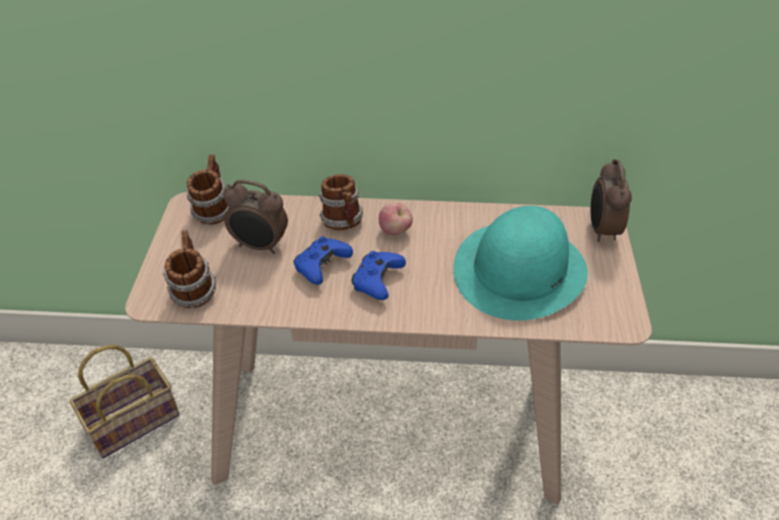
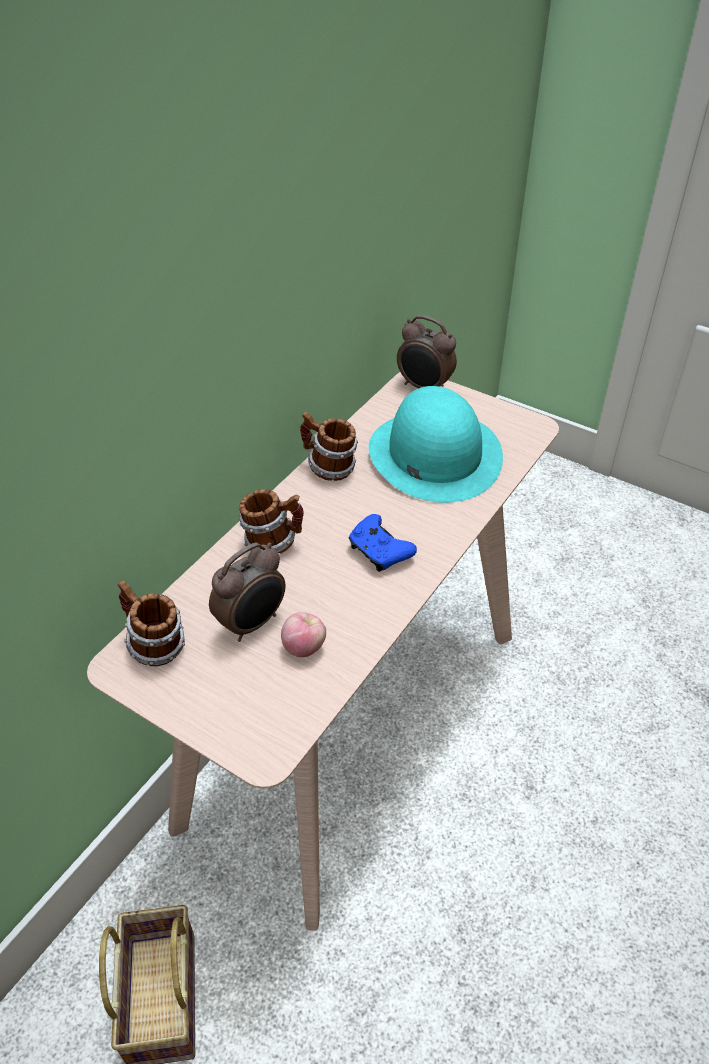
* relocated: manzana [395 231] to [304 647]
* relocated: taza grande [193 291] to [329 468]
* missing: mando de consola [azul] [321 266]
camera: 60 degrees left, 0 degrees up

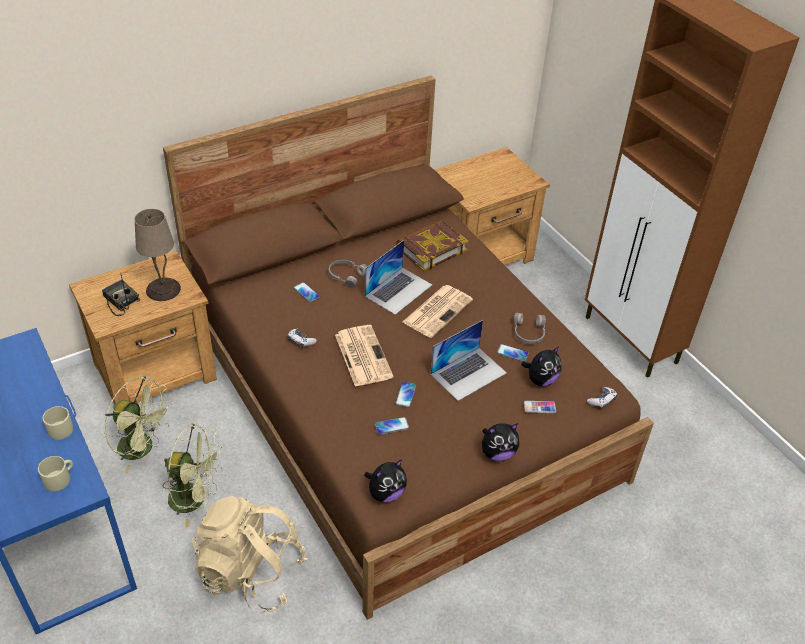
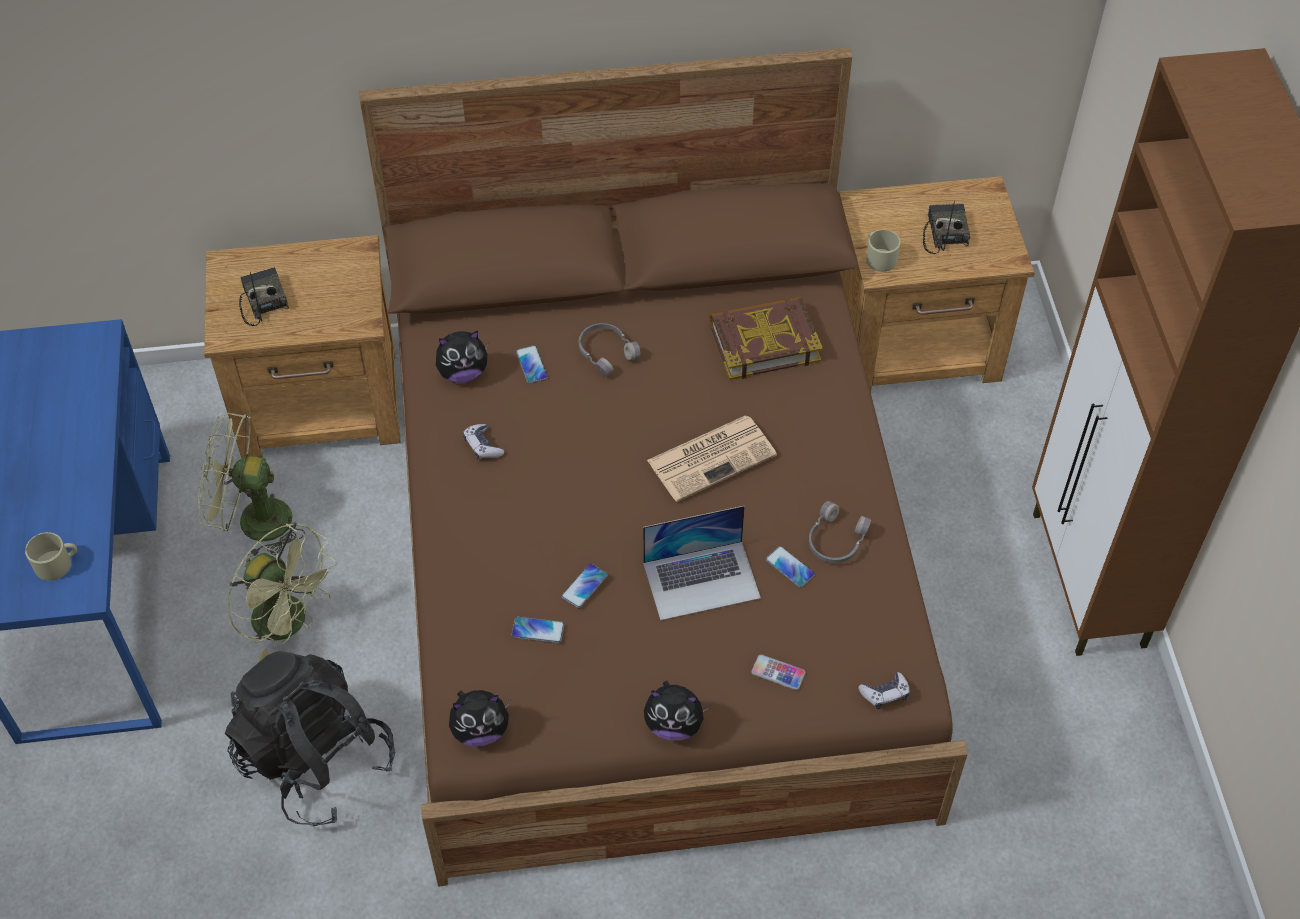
* missing: lámpara de mesa [beis] [163 290]
* missing: portátil [398 290]
* missing: periódico [362 355]
* relocated: peluche [540 380] to [463 373]
* spun: ventilador [verde] [143 449] = [253 521] 135 degrees clockwise
* relocated: taza grande [beis] [58 428] to [879 257]
* colour: mochila [beis] [251 573] to mochila [negro] [315 760]
* appeared: radio [943 233]
camera: 25 degrees right, 10 degrees up

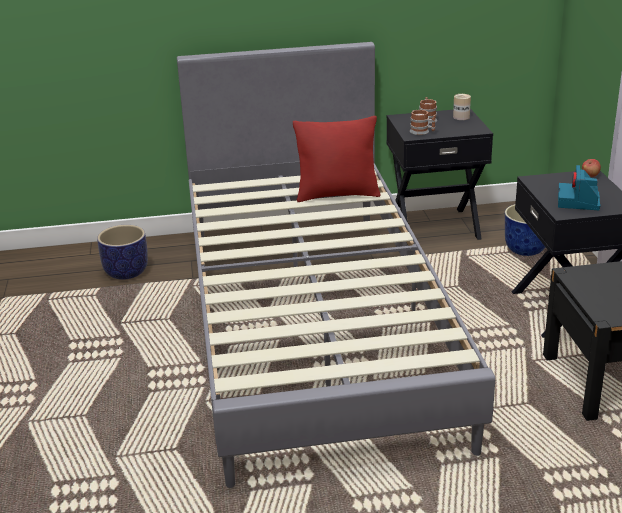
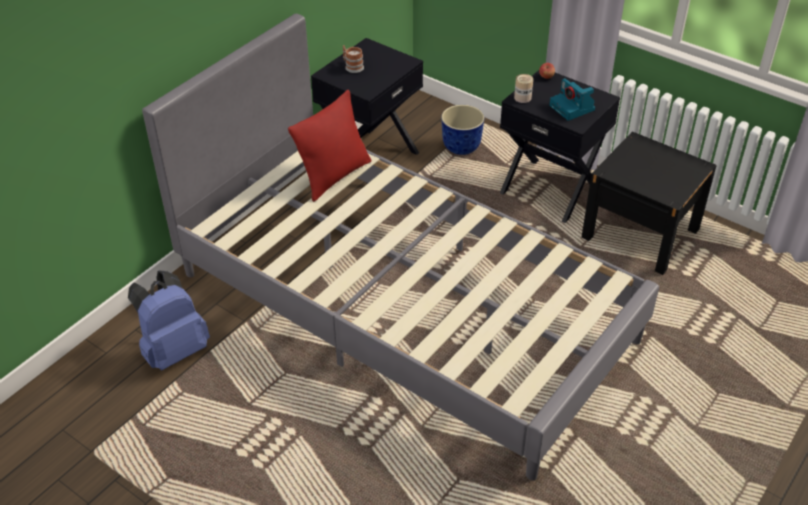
* relocated: lata [461 117] to [522 98]
* missing: taza grande [422 132]
* exchanged: maceta [127 272] to mochila [azul] [174 350]
camera: 45 degrees left, 15 degrees up

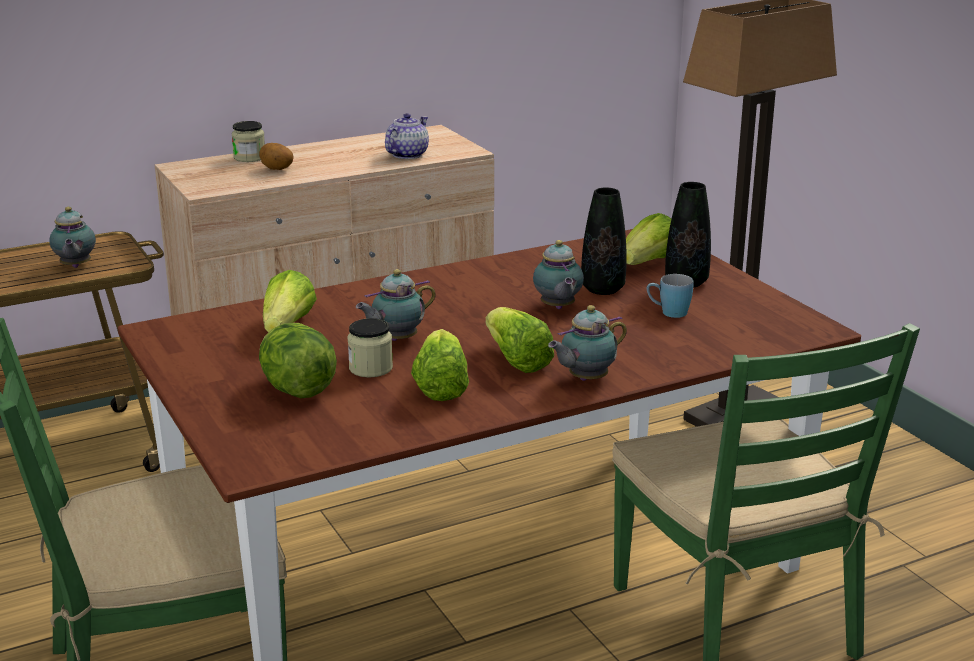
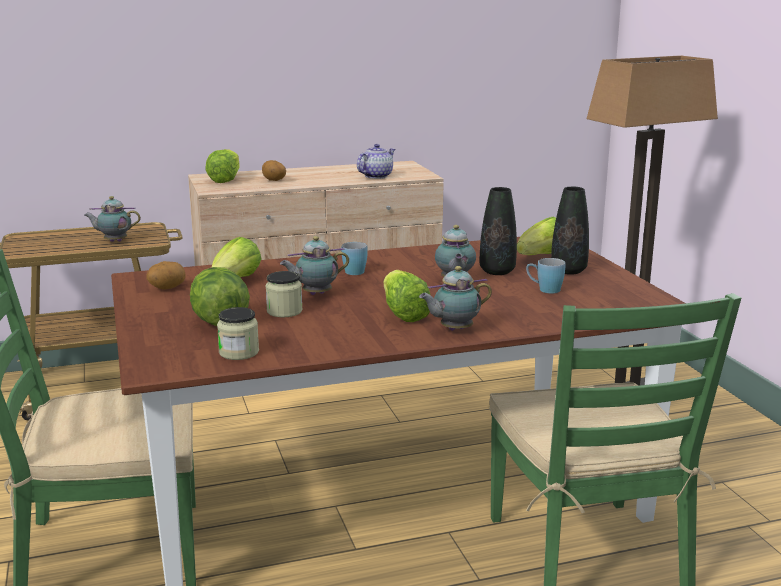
* relocated: tarro [249 157] to [239 352]
* spun: tetera [75 266] = [114 241] 90 degrees clockwise
* relocated: lechuga [441 386] to [225 179]
* appeared: taza grande [azul] [354 270]
* appeared: patata [167 288]
camera: 10 degrees right, 5 degrees down

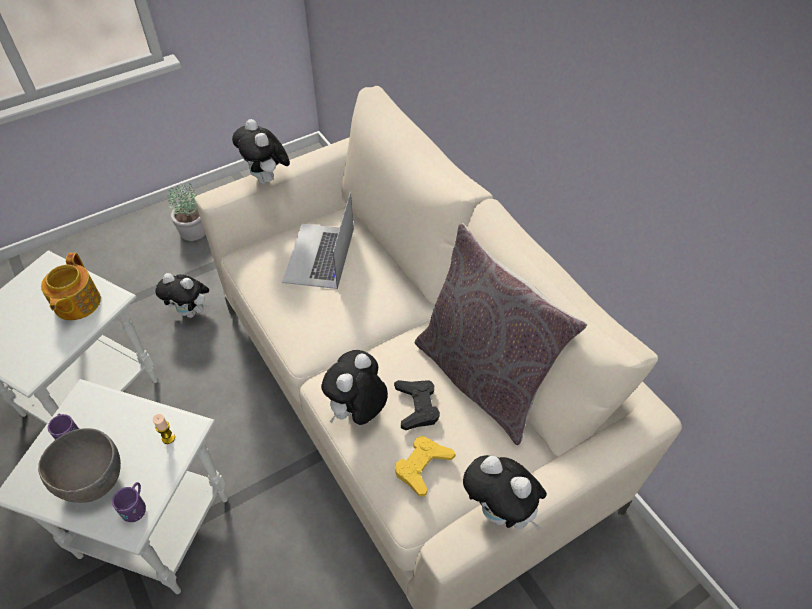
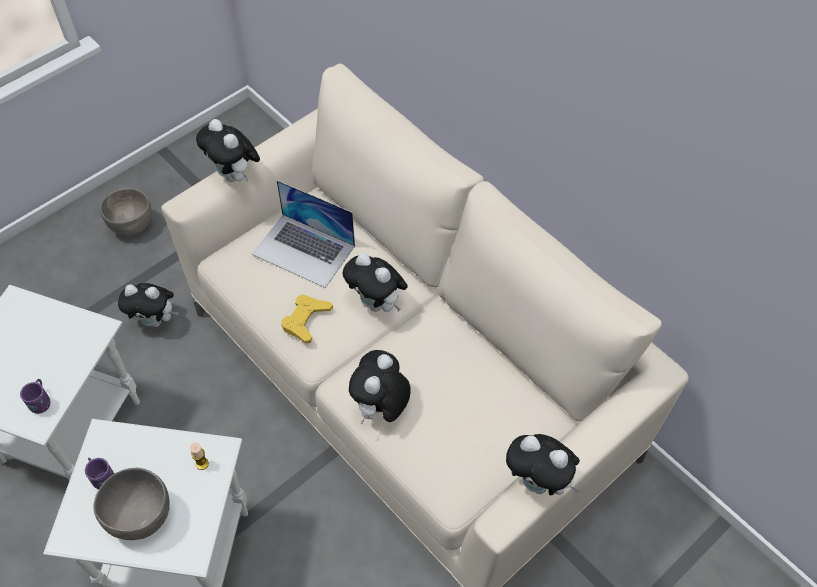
* exchanged: planta en maceta [194 231] to cuenco [gris] [132 226]
* spun: portátil [319 255] = [304 250] 60 degrees counterclockwise
* missing: cojín [gris] [483 378]
* missing: tetera [76 304]
* missing: mando de consola [negro] [417 406]
* relocated: mando de consola [amarillo] [422 466] to [306 320]
* relocated: taza grande [morado] [136 508] to [41 402]
* appeared: peluche [377 304]
camera: 10 degrees left, 5 degrees up

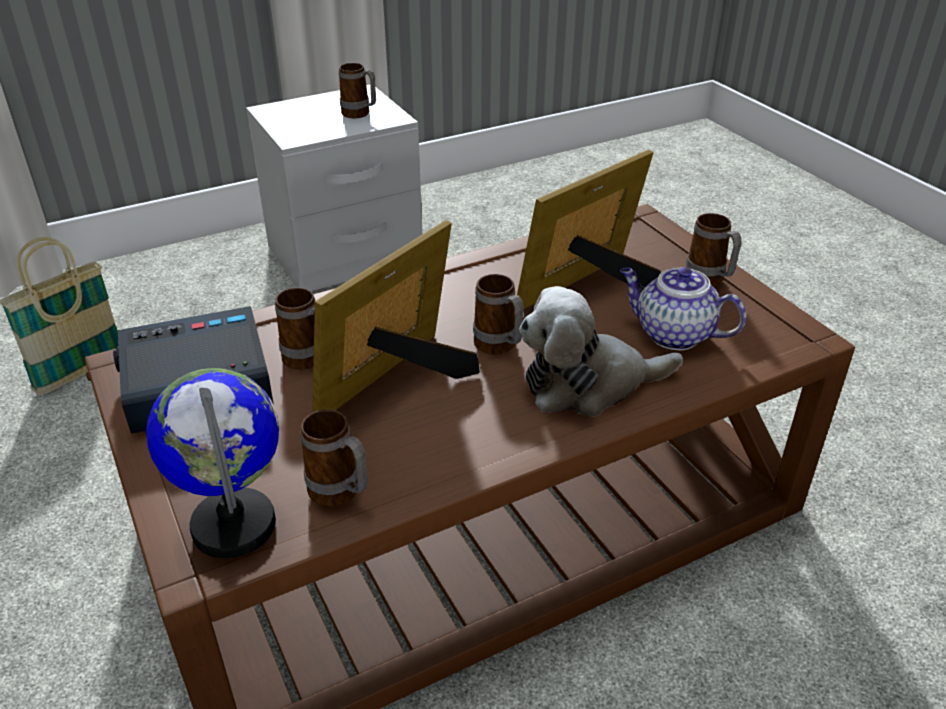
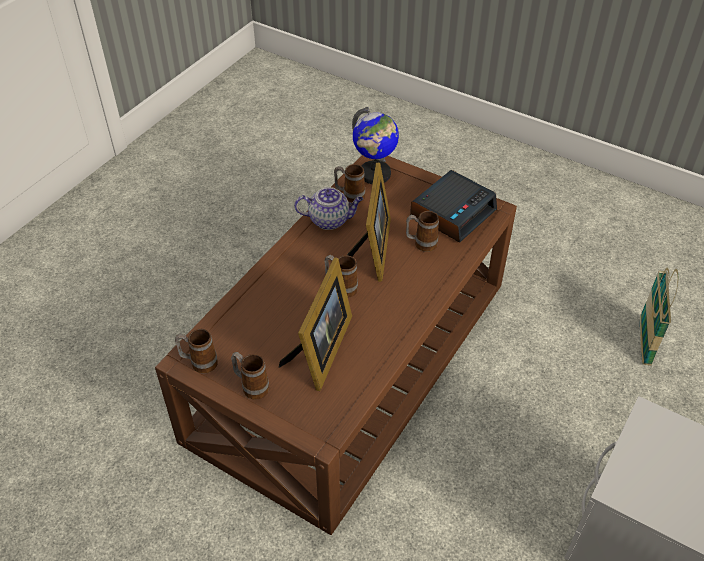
* relocated: taza grande [360 114] to [199 363]
* relocated: tetera [672 334] to [330 220]
* missing: peluche [588 384]
camera: 150 degrees right, 10 degrees up

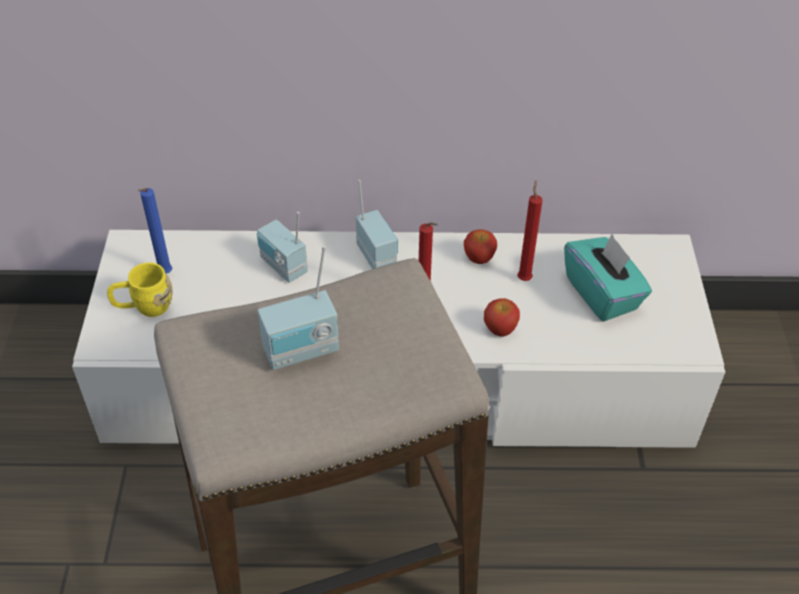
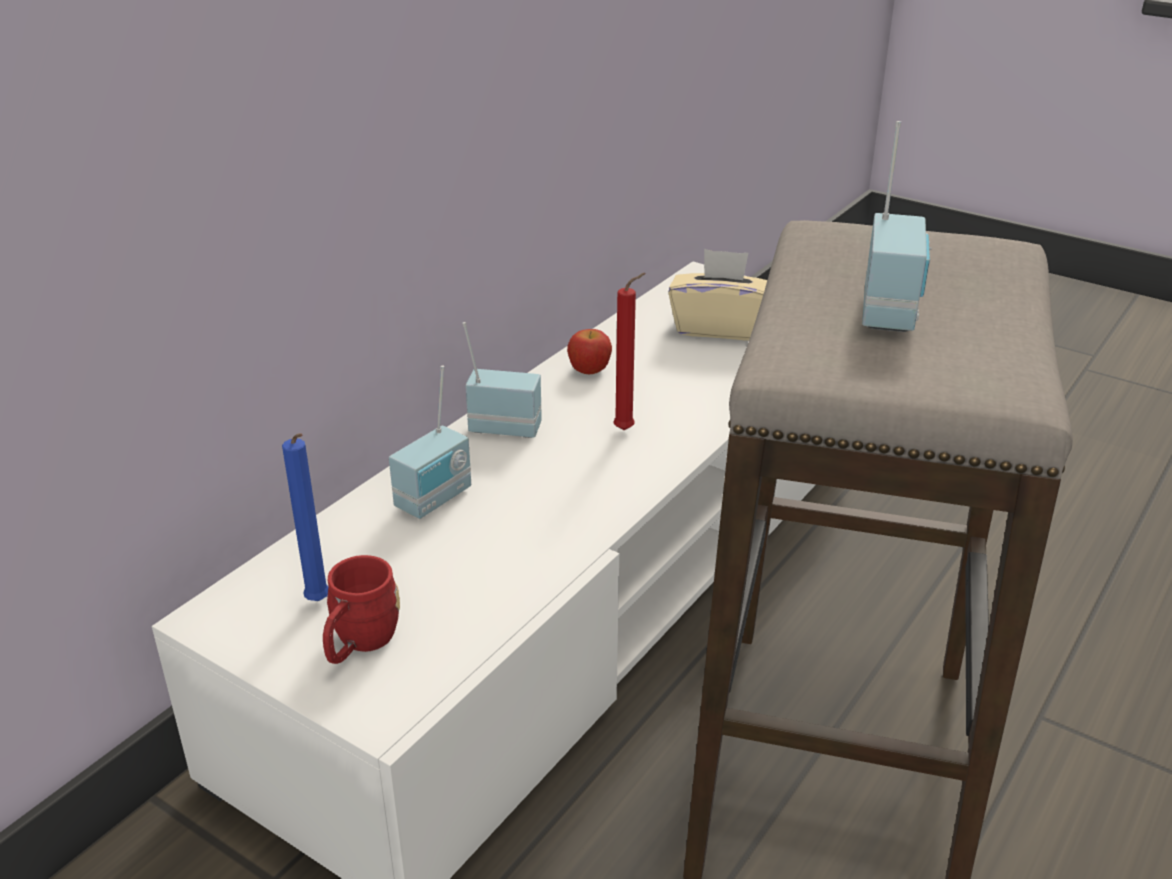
* missing: vela [rojo] [524 278]
* spun: radio [282 267] = [436 499] 45 degrees counterclockwise
* colour: caja de pañuelos [turquesa] [602 294] to caja de pañuelos [beis] [720 327]
* colour: taza grande [amarillo] [144 307] to taza grande [rojo] [359 644]
* missing: manzana [500 328]
camera: 55 degrees left, 15 degrees down

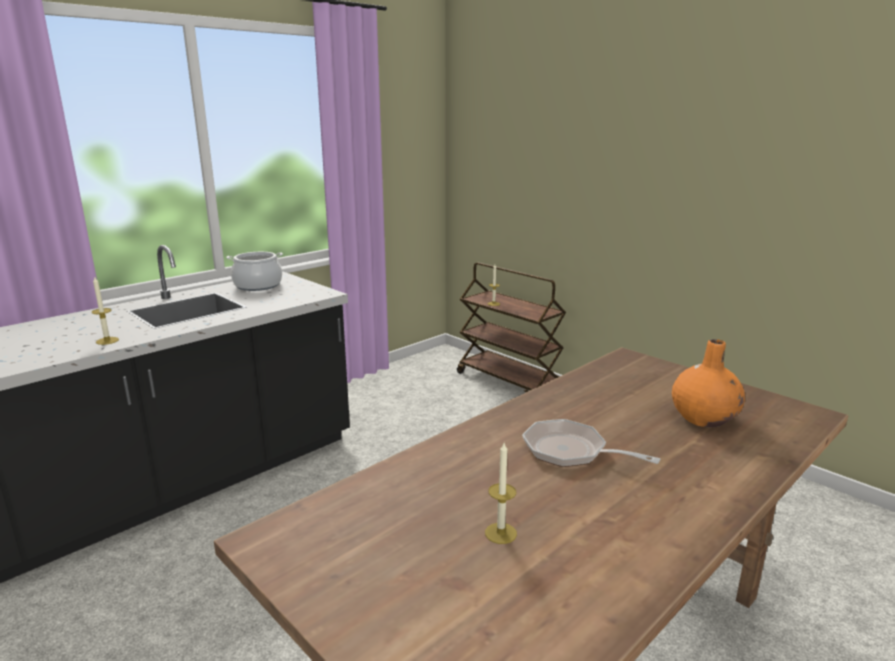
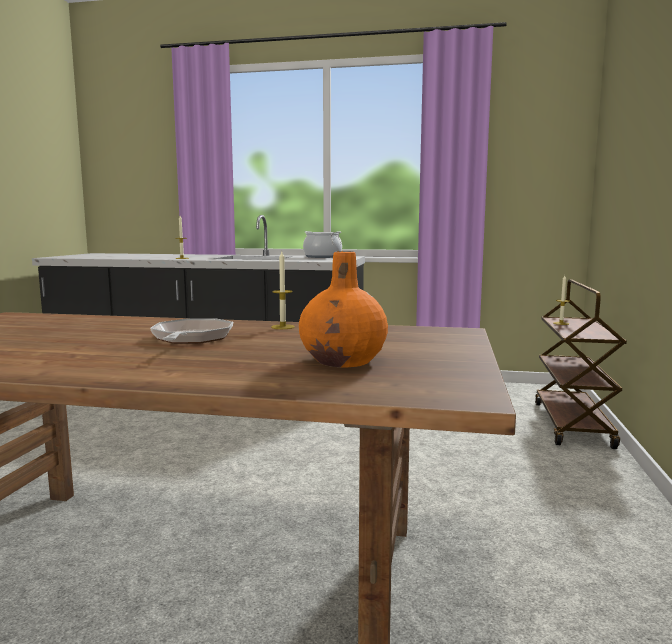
* relocated: vela [500 533] to [283 327]
camera: 55 degrees right, 10 degrees down

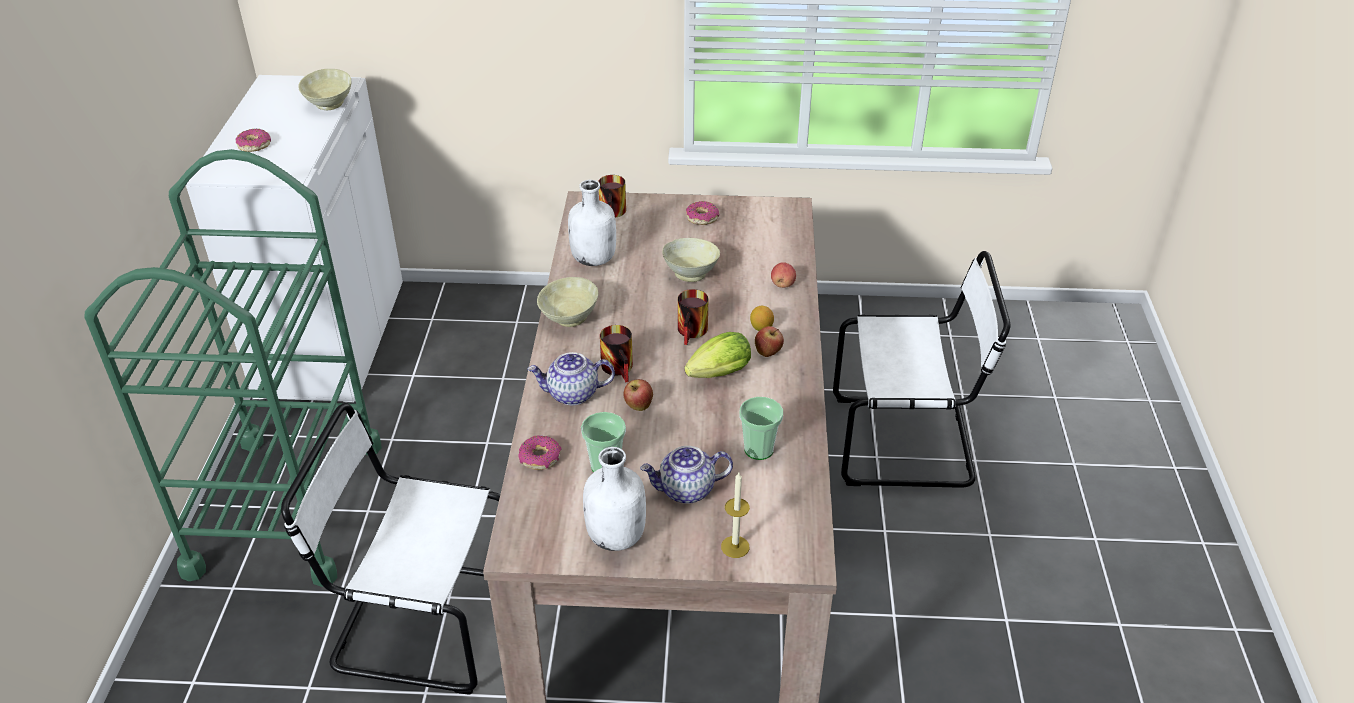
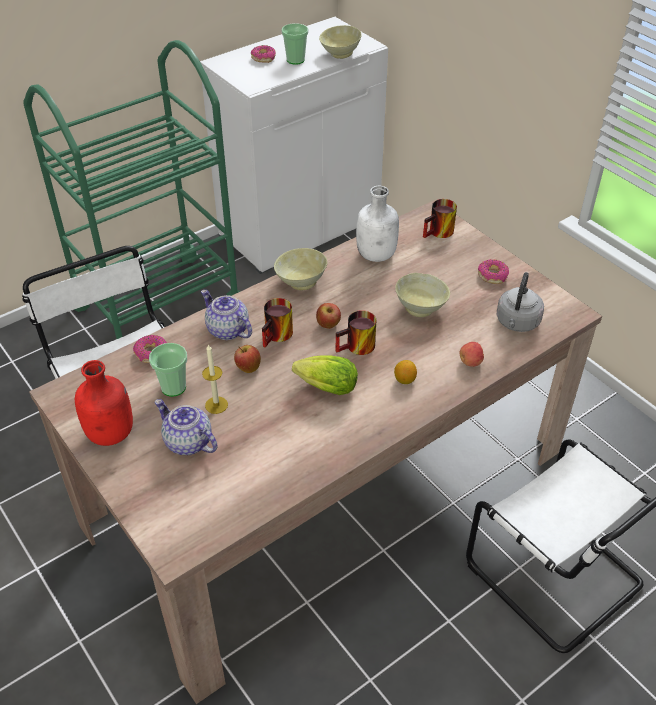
* relocated: manzana [768 353] to [328 325]
* relocated: taza [759 449] to [295 60]
* colour: botella [blanco] [617 536] to botella [rojo] [112 433]
* relocated: vela [735 547] to [216 405]
* appeared: hervidor [gris] [517 323]
camera: 50 degrees right, 5 degrees up

